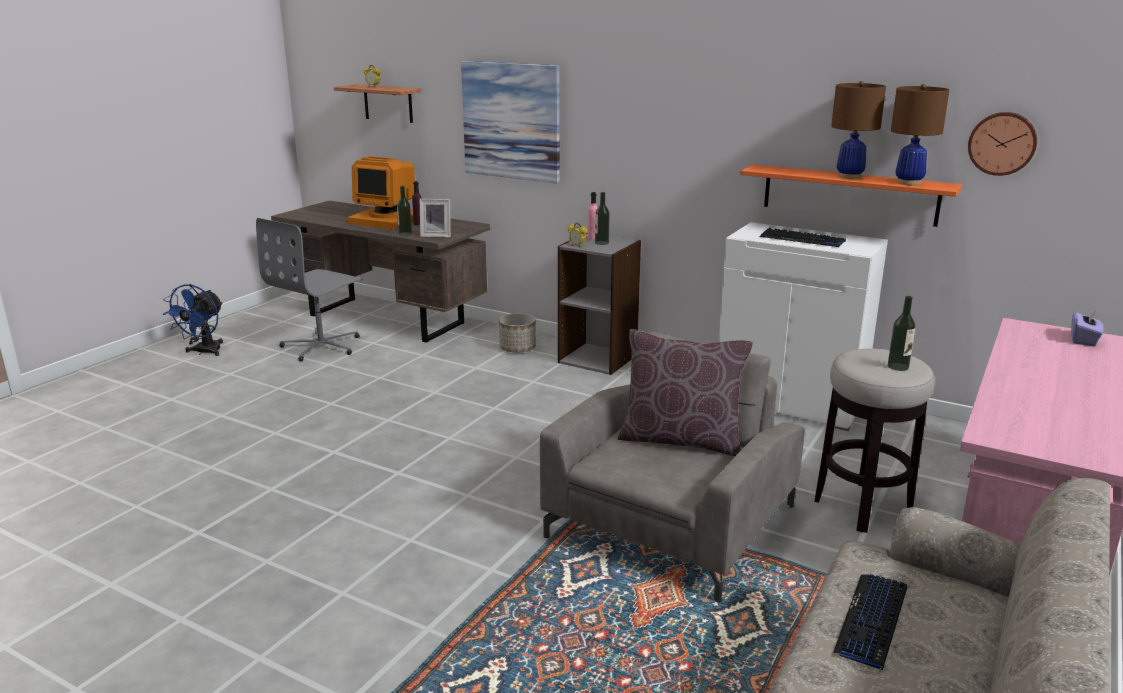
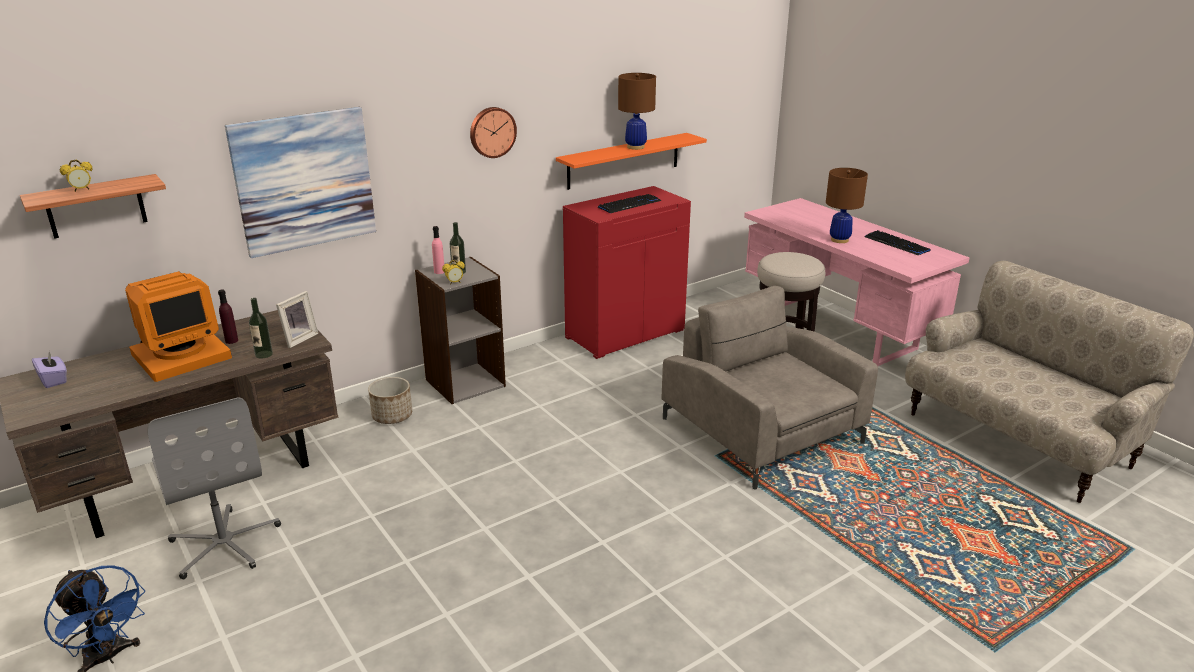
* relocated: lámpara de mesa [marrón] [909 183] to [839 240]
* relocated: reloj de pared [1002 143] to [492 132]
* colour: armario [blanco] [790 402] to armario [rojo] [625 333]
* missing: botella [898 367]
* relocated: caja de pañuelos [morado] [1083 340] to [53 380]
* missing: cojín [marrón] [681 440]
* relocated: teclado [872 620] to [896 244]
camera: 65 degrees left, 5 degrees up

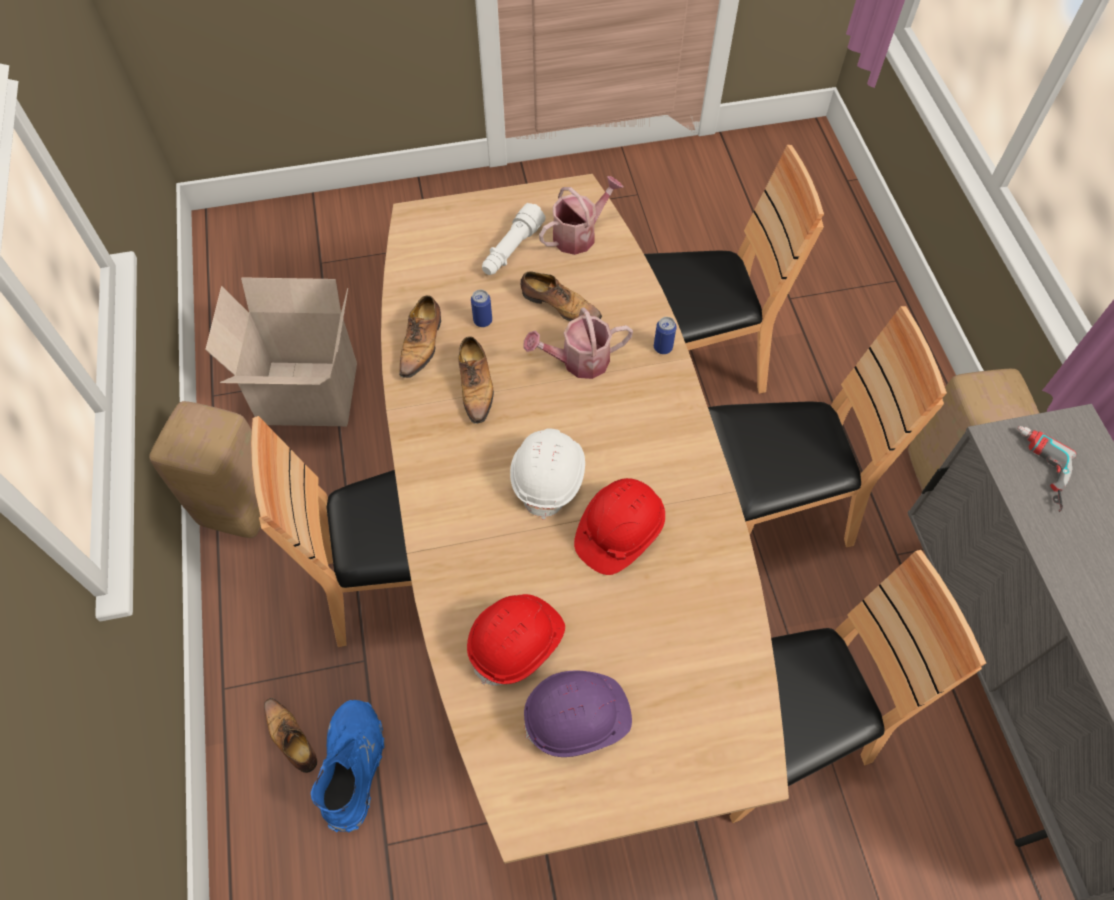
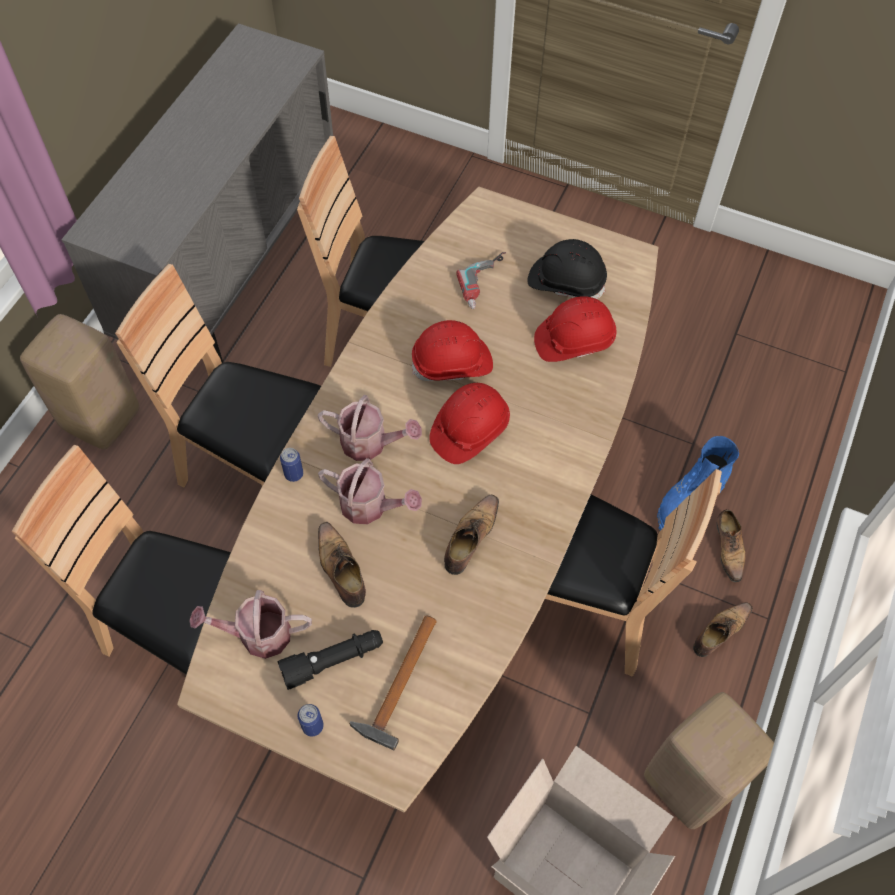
* colour: linterna [blanco] [511 250] to linterna [negro] [333 660]
* relocated: lata [482 321] to [312 726]
* relocated: zapato [421 344] to [719 631]
* relocated: taladro [1036 469] to [487 284]
* colour: casco [blanco] [549 476] to casco [rojo] [469 430]
* colour: casco [morado] [578 718] to casco [negro] [566 282]
* appeared: regadera [370 443]
* appeared: martillo [398 685]
camera: 145 degrees left, 0 degrees up

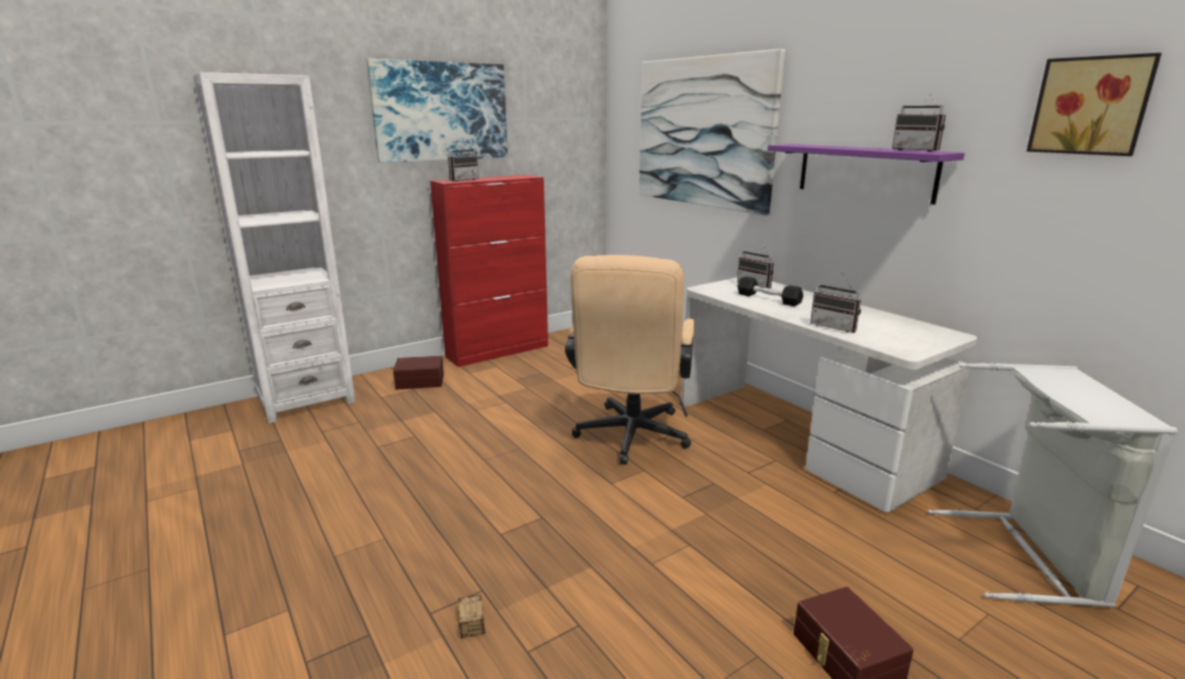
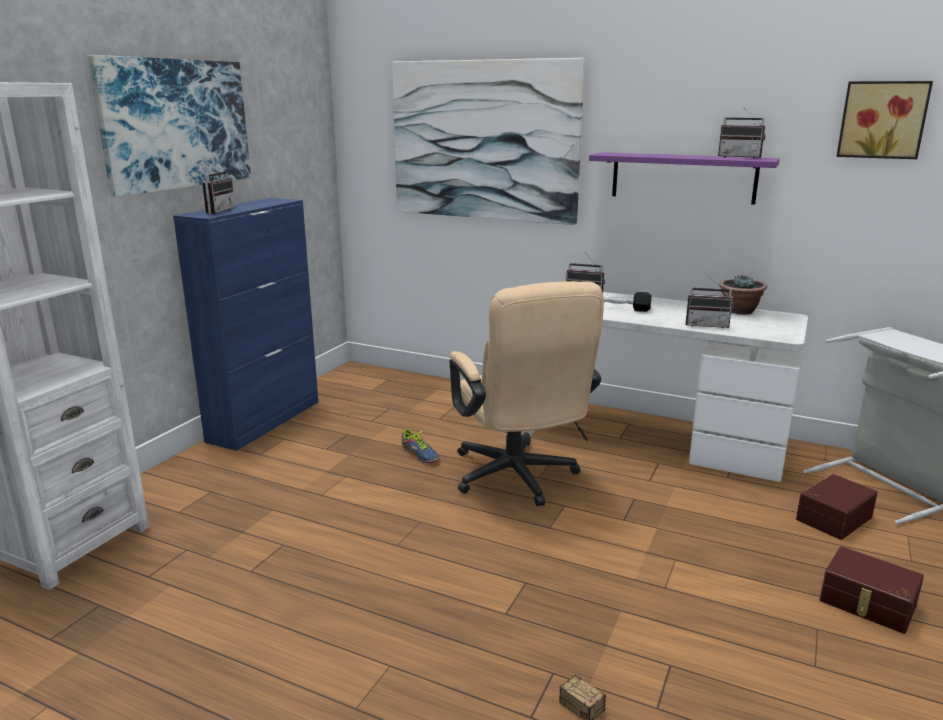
* colour: armario [rojo] [498 351] to armario [azul] [265 421]
* relocated: caja de almacenaje [marrón] [420 381] to [832 517]
* appeared: planta en maceta [739 311]
* appeared: zapato [420 454]
camera: 30 degrees left, 0 degrees up

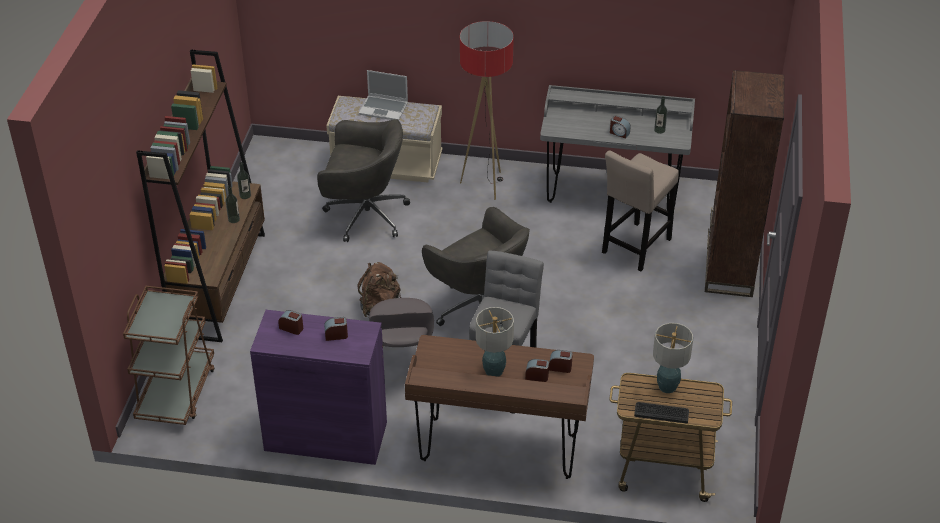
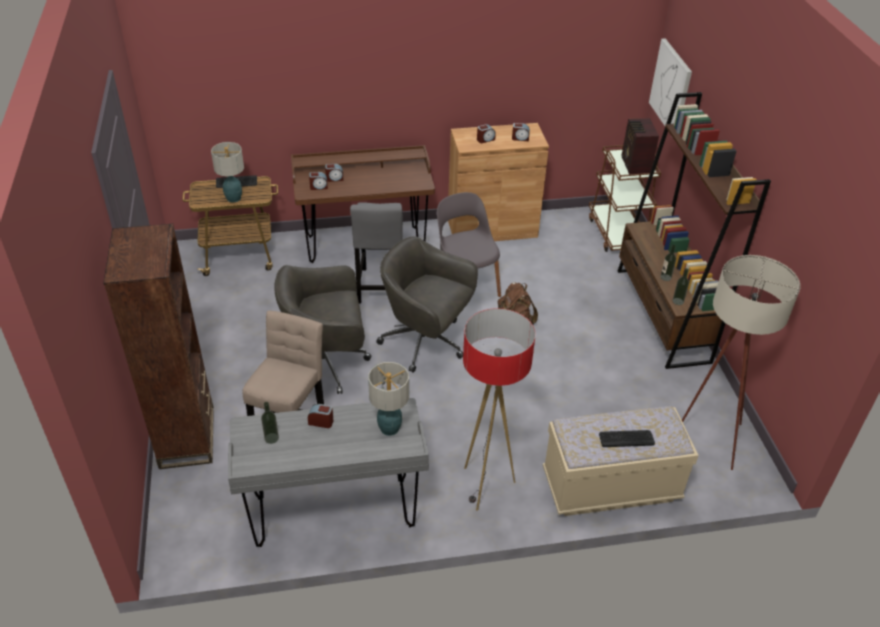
* exchanged: portátil [384 109] to teclado [626 438]
* relocated: silla de oficina [gris] [364 215] to [327 363]
* relocated: lámpara de mesa [494 371] to [389 429]
* colour: armario [morado] [326 436] to armario [marrón] [492 228]
* appeared: cuadro [671 87]
* appeared: radio [635 166]
* appeared: lámpara de pie [beis] [707 438]
camera: 160 degrees right, 0 degrees up

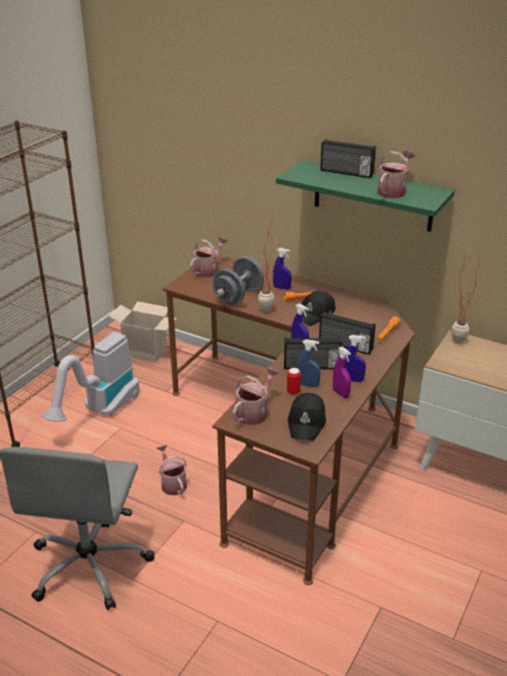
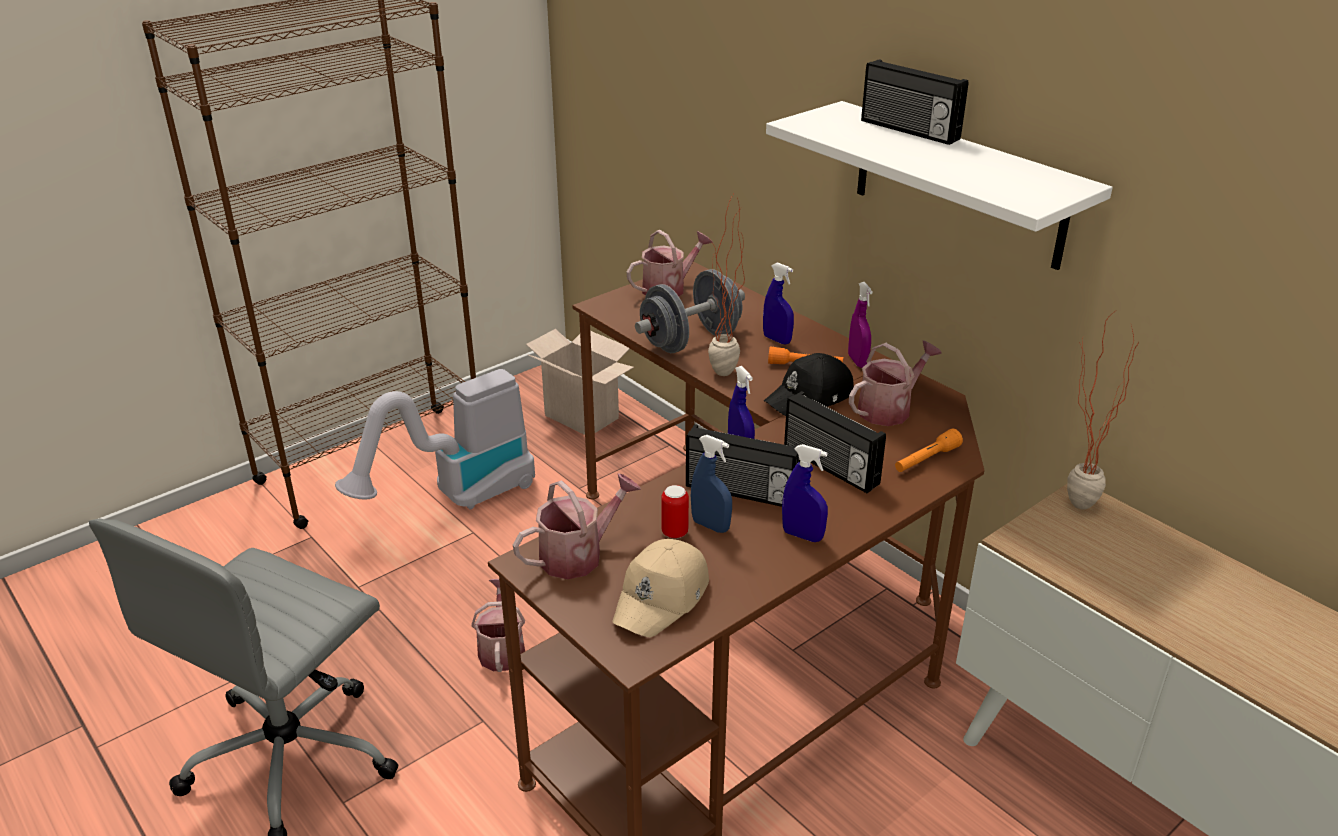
* relocated: regadera [393 191] to [889 409]
* colour: estante [verde] [373 196] to estante [blanco] [958 184]
* relocated: pulverizador [morado] [340 393] to [857 361]
* colour: gorra [negro] [307 422] to gorra [beis] [662 598]
camera: 20 degrees right, 0 degrees up

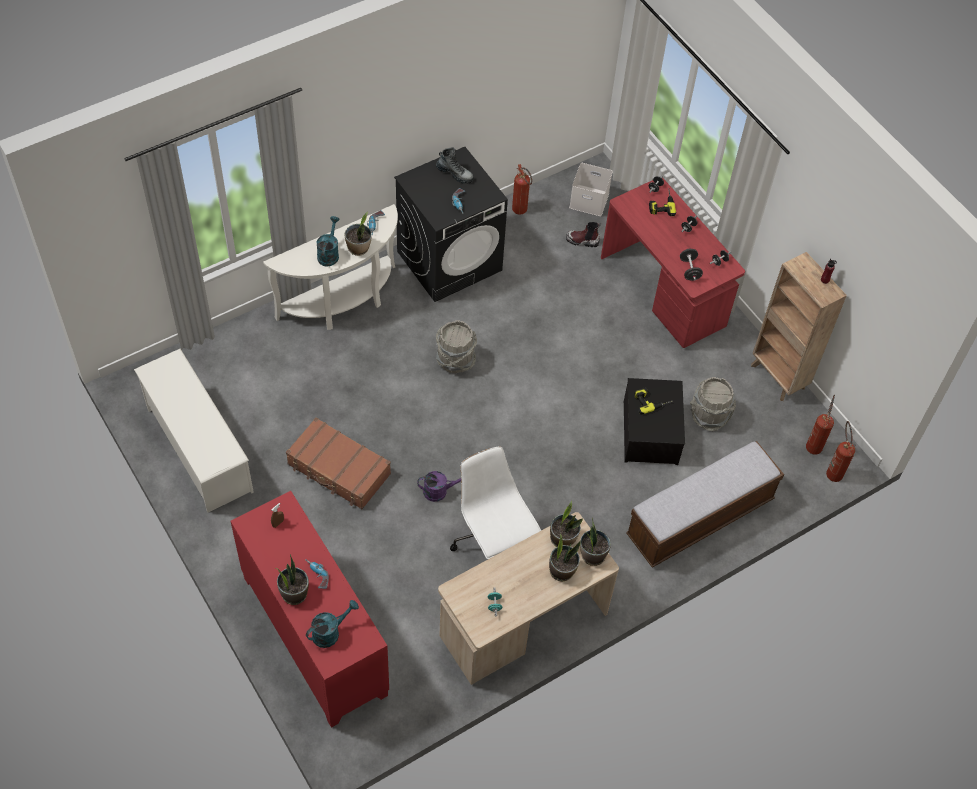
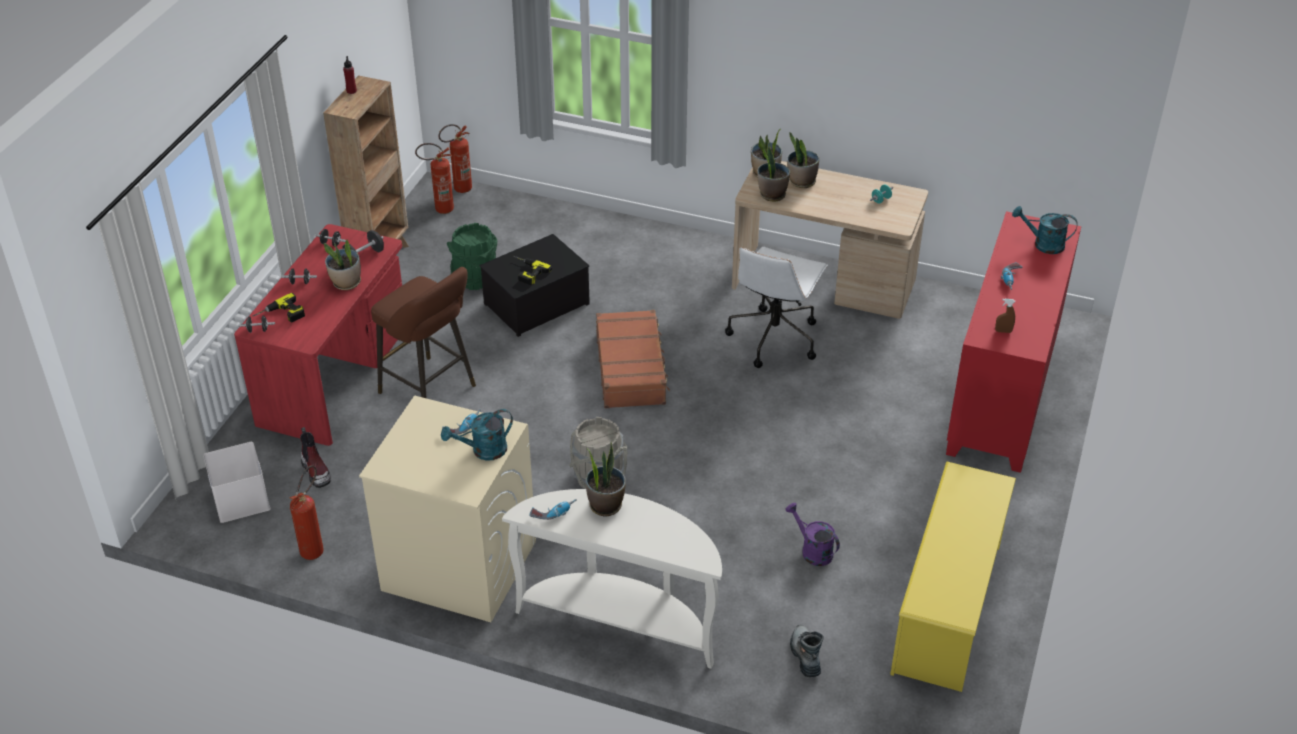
* colour: lavadora [negro] [450 260] to lavadora [beis] [458 565]
* relocated: bota [455 173] to [805 655]
* relocated: regadera [turquesa] [329 253] to [483 451]
* colour: zapatero [blanco] [198 449] to zapatero [amarillo] [947 608]
* colour: cubo [gris] [709 416] to cubo [verde] [475 278]
* relocated: maleta [marrón] [339 470] to [631 369]
* missing: banco [699 518]
* relocated: regadera [morado] [440 491] to [812 550]
* relocated: planta en maceta [294 593] to [346 283]
* appeared: taburete [marrón] [431 391]
camera: 125 degrees left, 15 degrees down

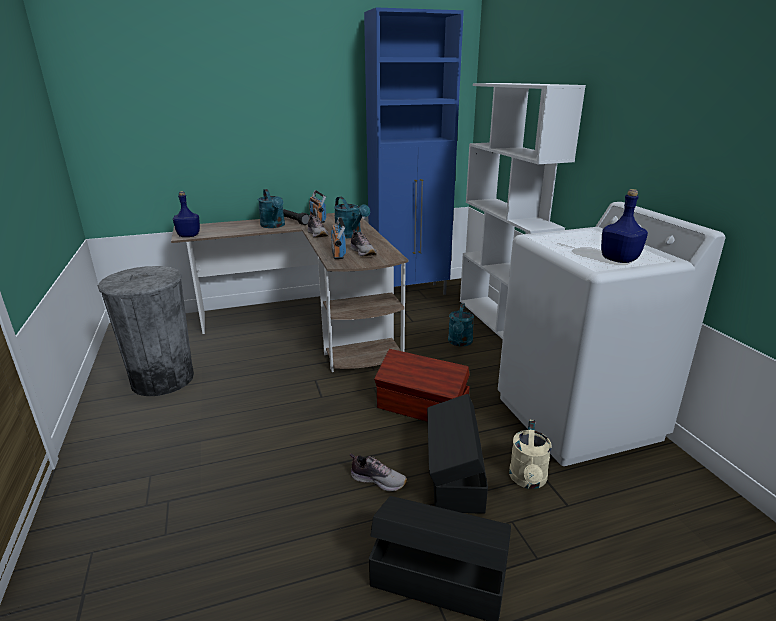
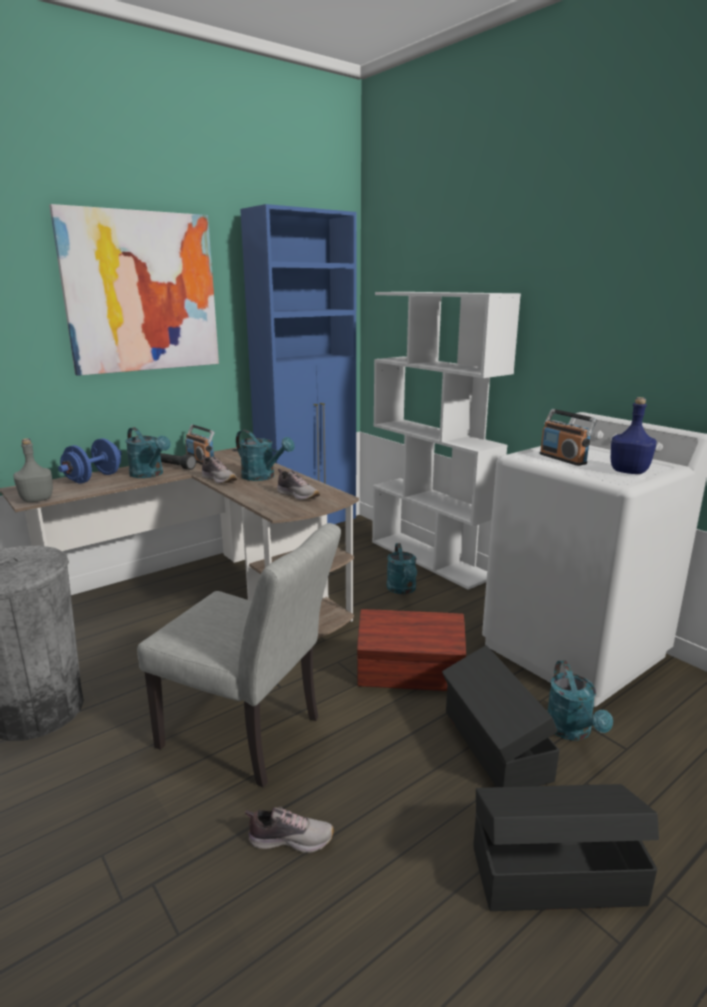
* colour: botella [azul] [189 235] to botella [gris] [38 499]
* relocated: radio [338 253] to [563 459]
* colour: regadera [beis] [528 480] to regadera [turquesa] [572 731]
* relocated: zapato [378 480] to [290 838]
* appeared: cuadro [142 292]
* appeared: mancuerna [azul] [94 478]
* appeared: silla [gris] [250 736]
camera: 20 degrees left, 5 degrees down

